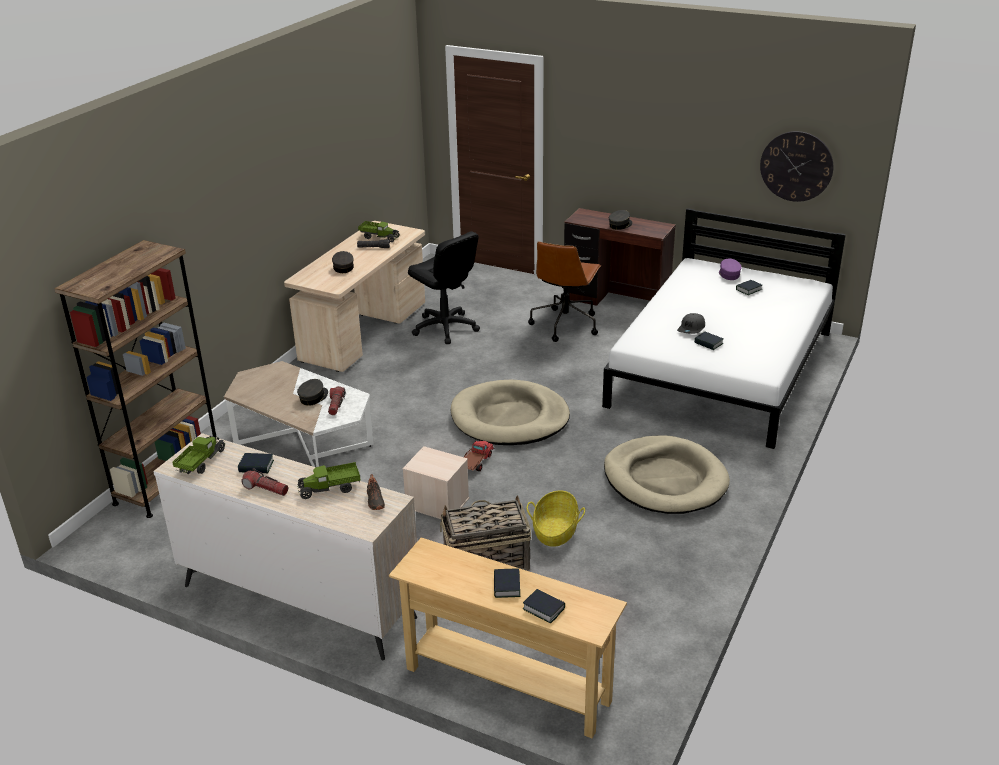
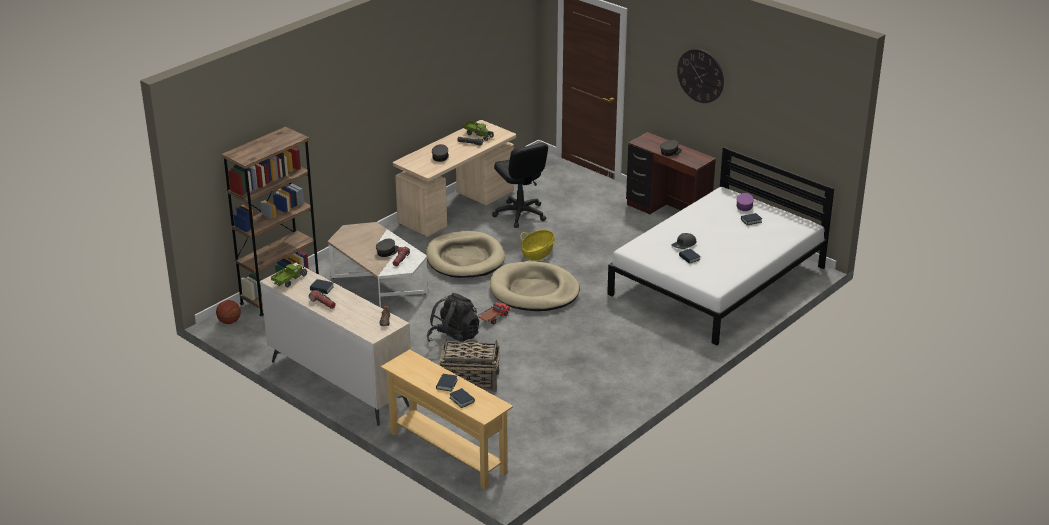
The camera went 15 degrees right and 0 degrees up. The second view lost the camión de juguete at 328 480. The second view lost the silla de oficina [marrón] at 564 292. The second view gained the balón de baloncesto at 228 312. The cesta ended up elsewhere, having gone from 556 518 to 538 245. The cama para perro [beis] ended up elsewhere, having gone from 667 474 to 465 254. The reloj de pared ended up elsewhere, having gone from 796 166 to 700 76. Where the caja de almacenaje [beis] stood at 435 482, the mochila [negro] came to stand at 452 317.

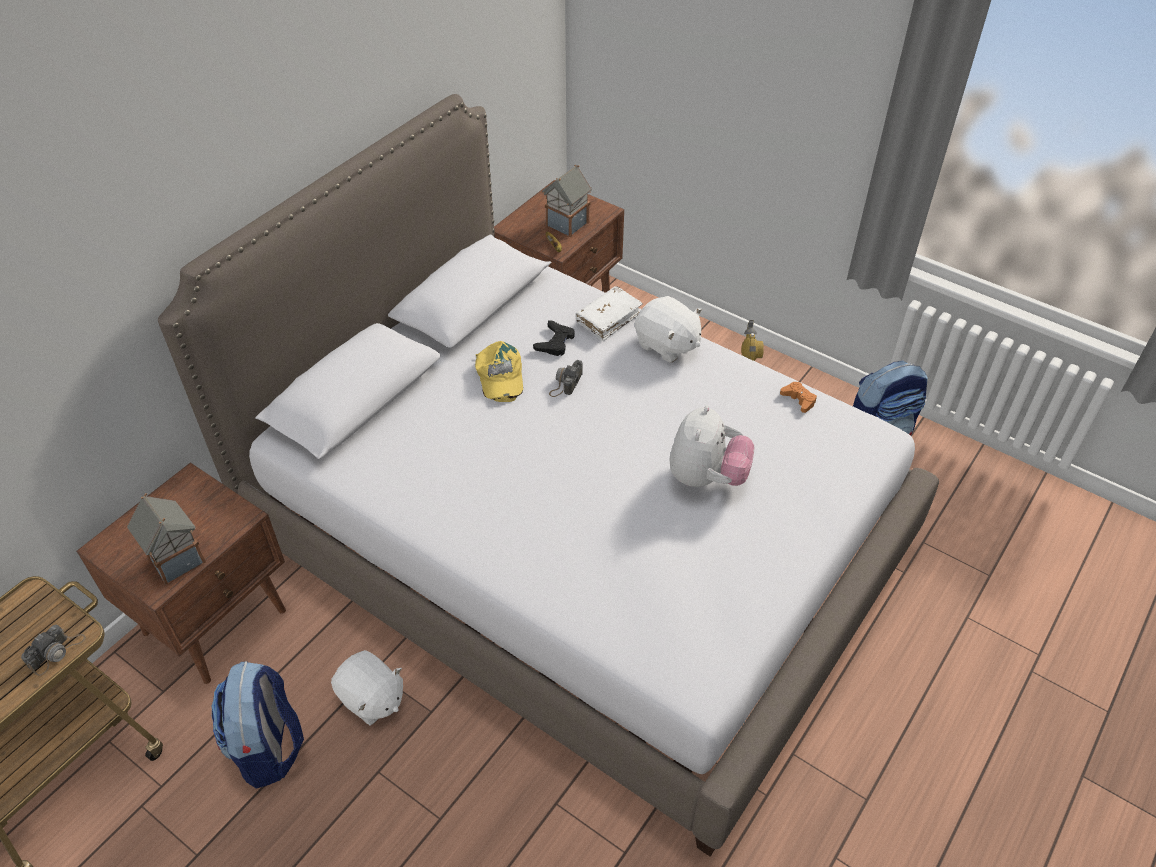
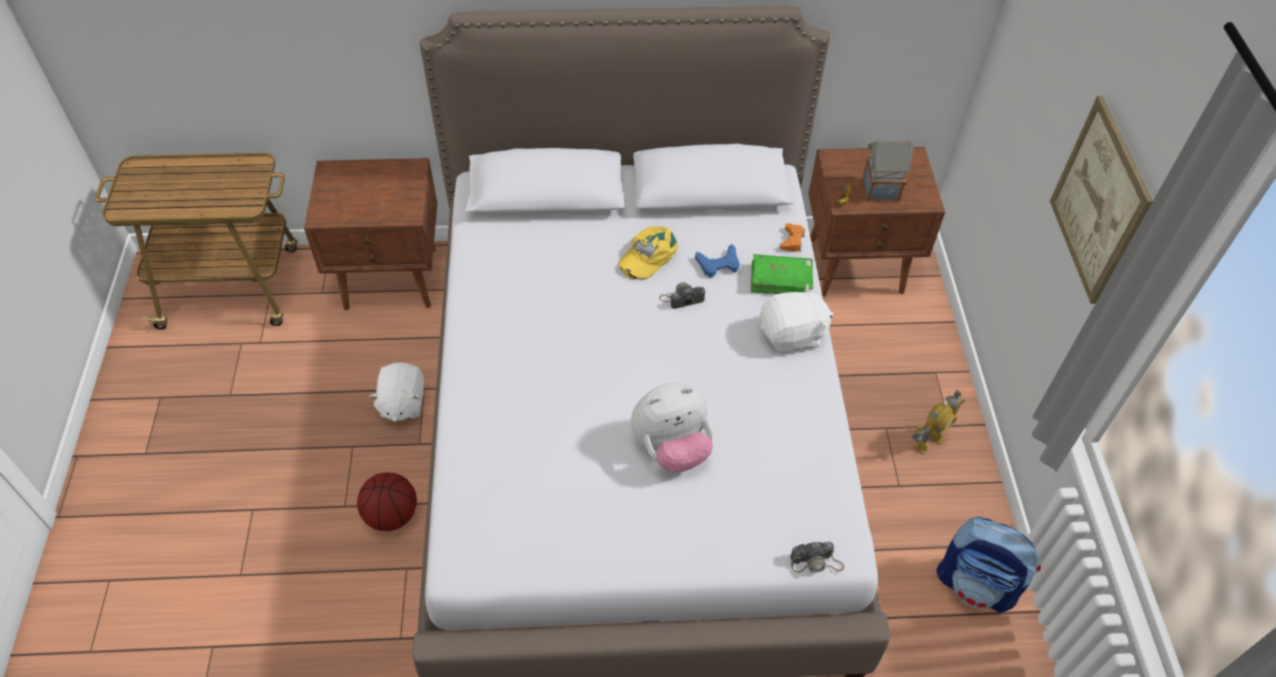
The camera went 50 degrees right and 5 degrees up. The second view lost the casita at 166 539. The second view lost the mochila at 257 724. The second view gained the balón de baloncesto at 387 501. The second view gained the cuadro at 1101 200. The cámara ended up elsewhere, having gone from 53 650 to 817 557. The mando de consola [naranja] ended up elsewhere, having gone from 798 397 to 792 237. What was the mando de consola [negro] at 554 338 turned into the mando de consola [azul] at 717 261. What was the libro [blanco] at 609 313 turned into the libro [verde] at 782 274. The peluche [blanco] at 668 329 ended up facing another way, 105 degrees counterclockwise from before.

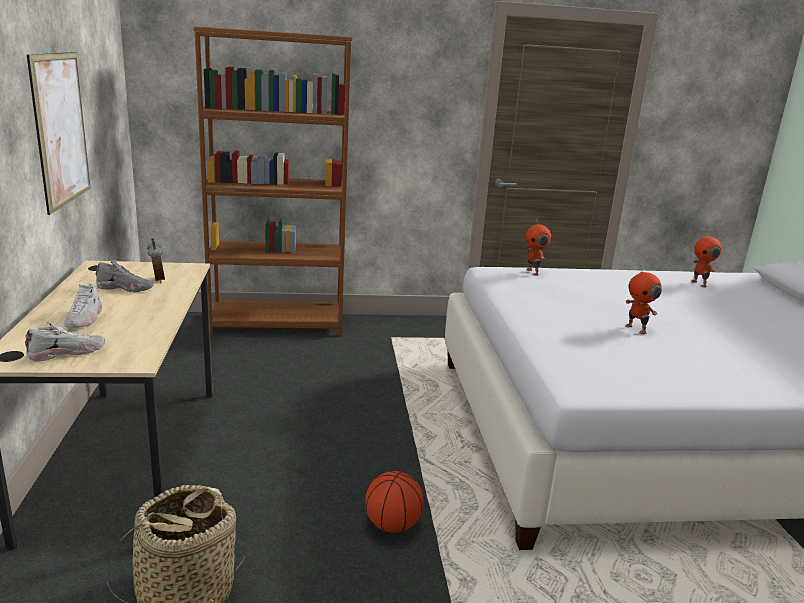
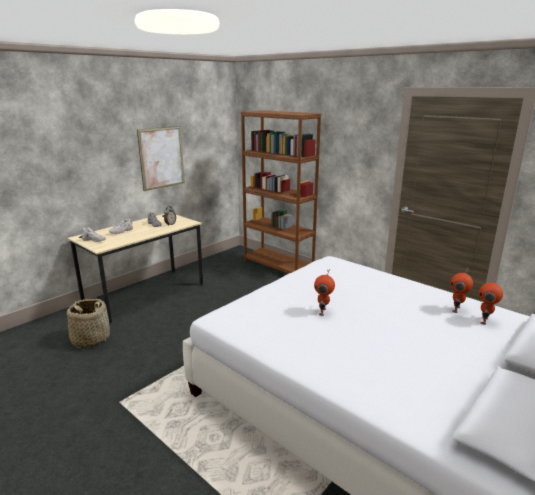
The camera went 50 degrees right and 0 degrees up. The second view lost the balón de baloncesto at 394 502. The robot de juguete ended up elsewhere, having gone from 538 247 to 491 301.

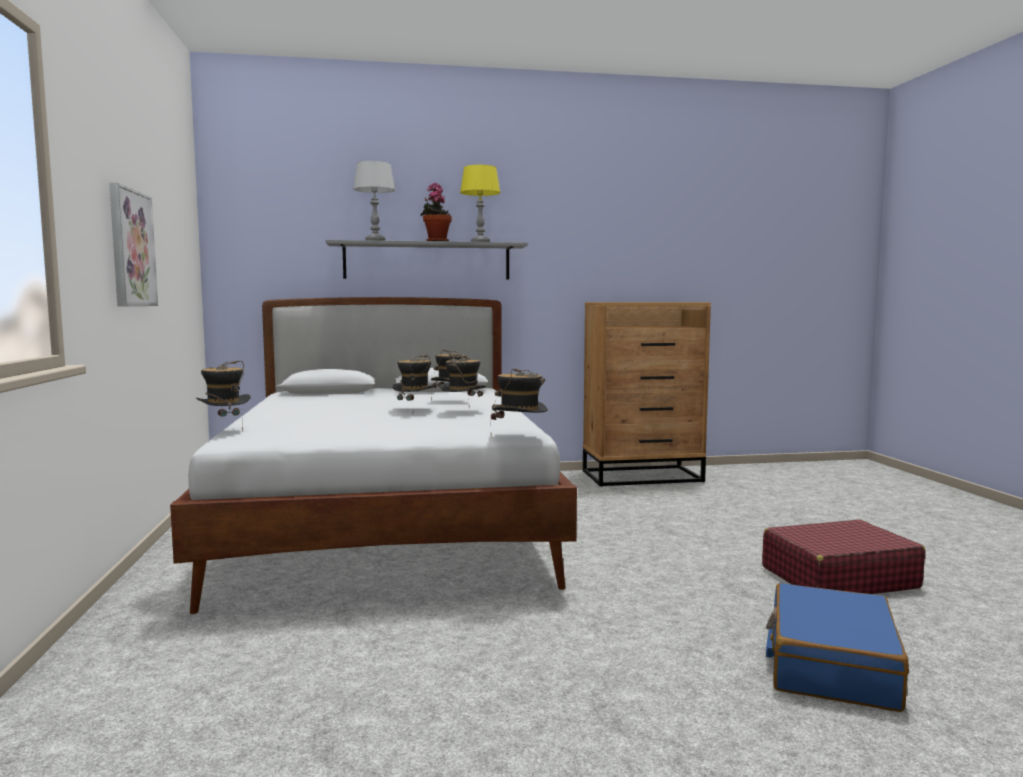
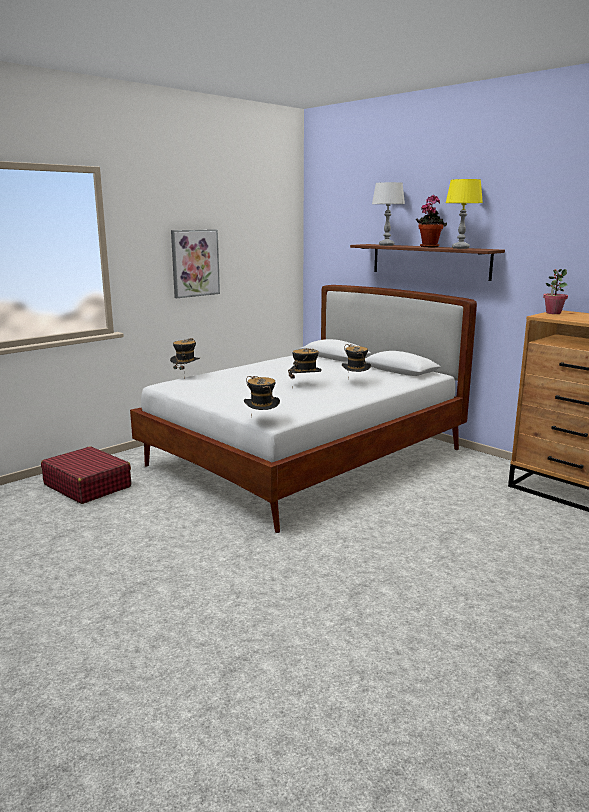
The camera went 55 degrees right and 10 degrees up. The second view lost the sombrero at 463 381. The second view lost the maleta [azul] at 837 647. The second view gained the planta en maceta at 555 291. The maleta [rojo] ended up elsewhere, having gone from 844 556 to 86 475. What was the estante [gris] at 427 259 turned into the estante [marrón] at 427 262.

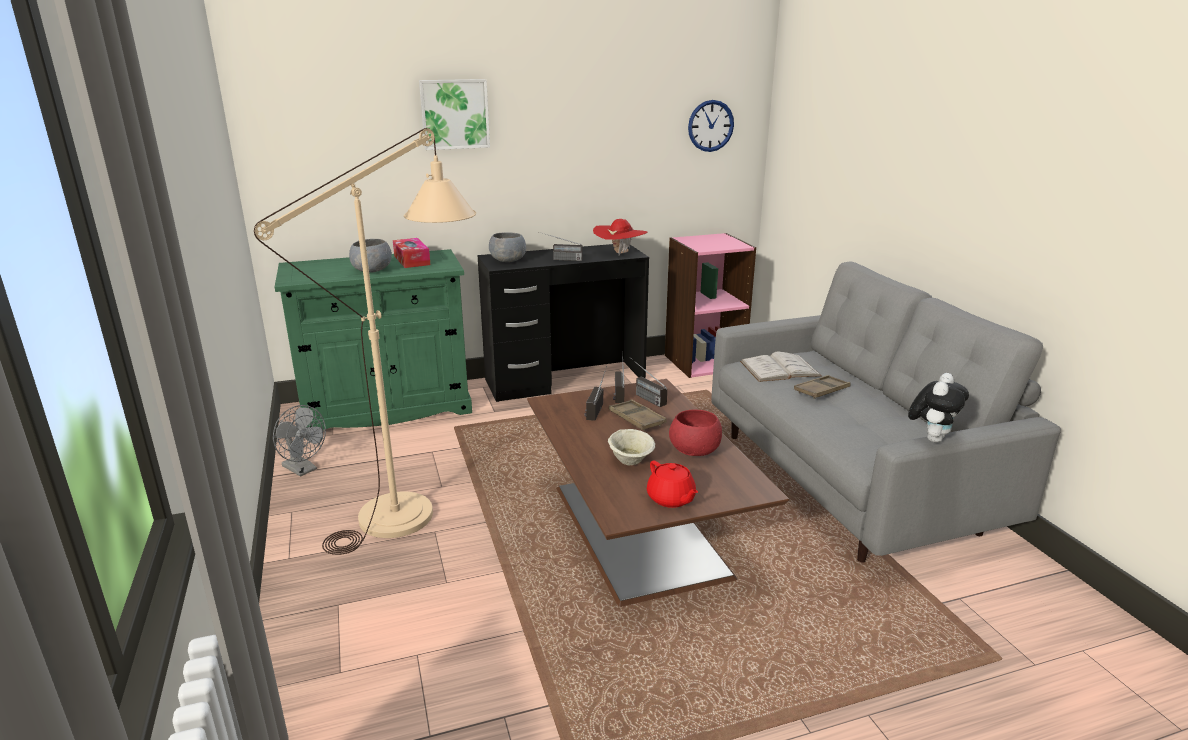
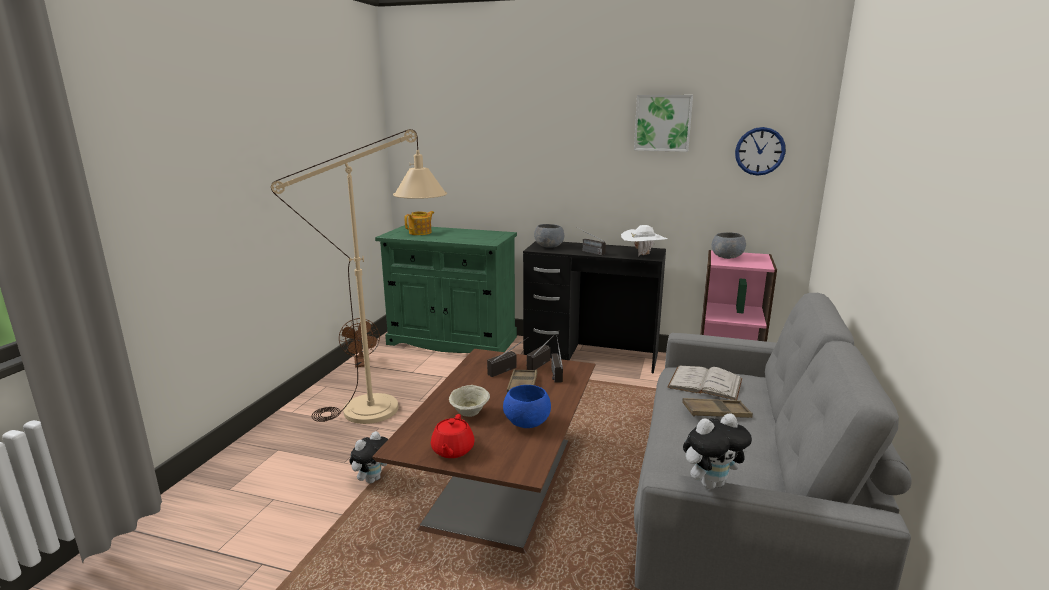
The camera went 35 degrees right and 5 degrees down. The second view lost the caja de pañuelos at 411 253. The second view gained the peluche at 368 457. The second view gained the tetera at 419 223. The cuenco [gris] ended up elsewhere, having gone from 370 256 to 729 245. The cuadro ended up elsewhere, having gone from 454 114 to 663 123. What was the ventilador [gris] at 299 441 turned into the ventilador [marrón] at 359 342. What was the sombrero [rojo] at 620 237 turned into the sombrero [blanco] at 644 241. What was the cuenco [rojo] at 695 433 turned into the cuenco [azul] at 527 406.

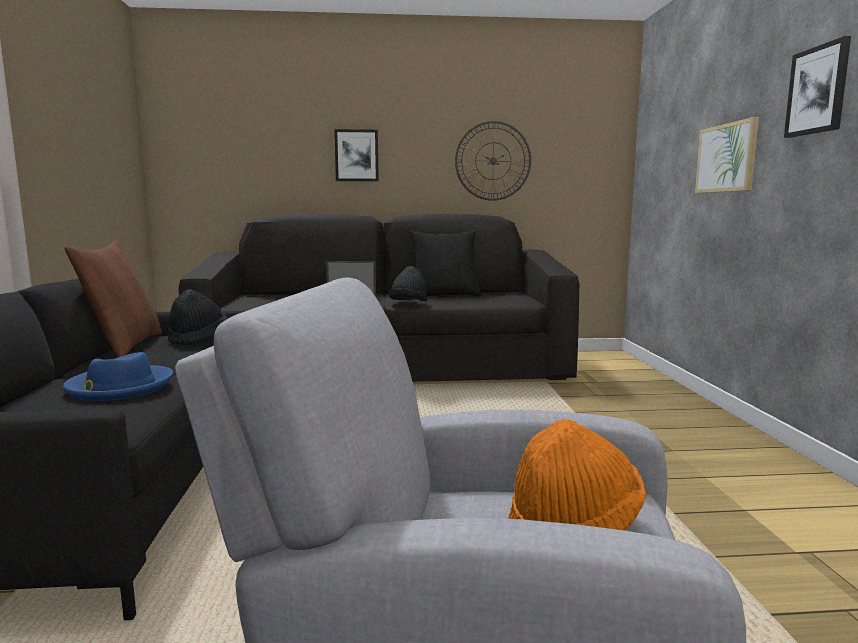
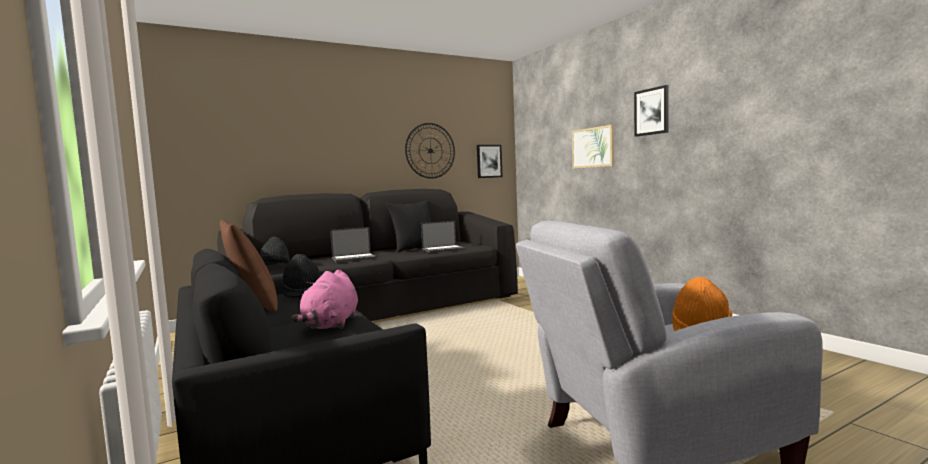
The camera went 25 degrees left and 5 degrees down. The second view gained the portátil at 443 237. The cuadro ended up elsewhere, having gone from 356 155 to 490 161. The sombrero [negro] ended up elsewhere, having gone from 407 283 to 275 250. Where the sombrero [azul] stood at 118 376, the peluche [rosa] came to stand at 324 299.

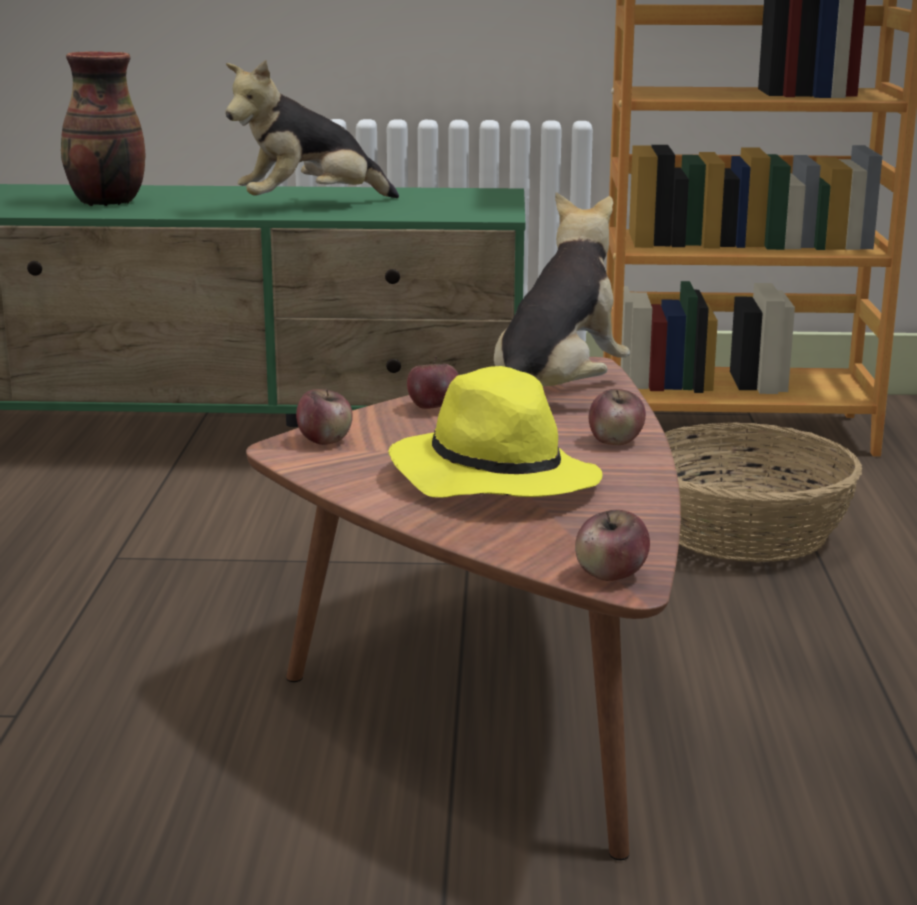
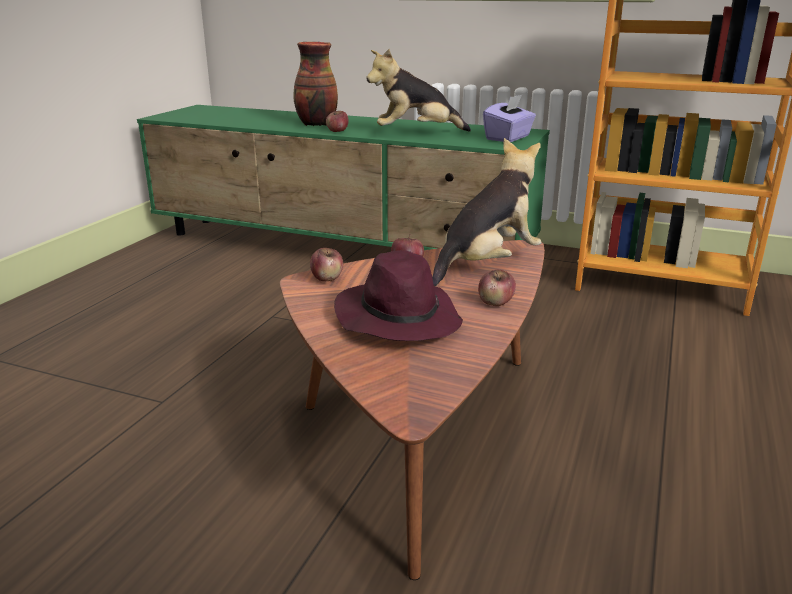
The camera went 20 degrees right and 5 degrees up. The second view lost the cesta at 763 492. The second view gained the caja de pañuelos [morado] at 509 118. The manzana ended up elsewhere, having gone from 612 545 to 337 121. What was the sombrero [amarillo] at 495 432 turned into the sombrero [morado] at 398 295.

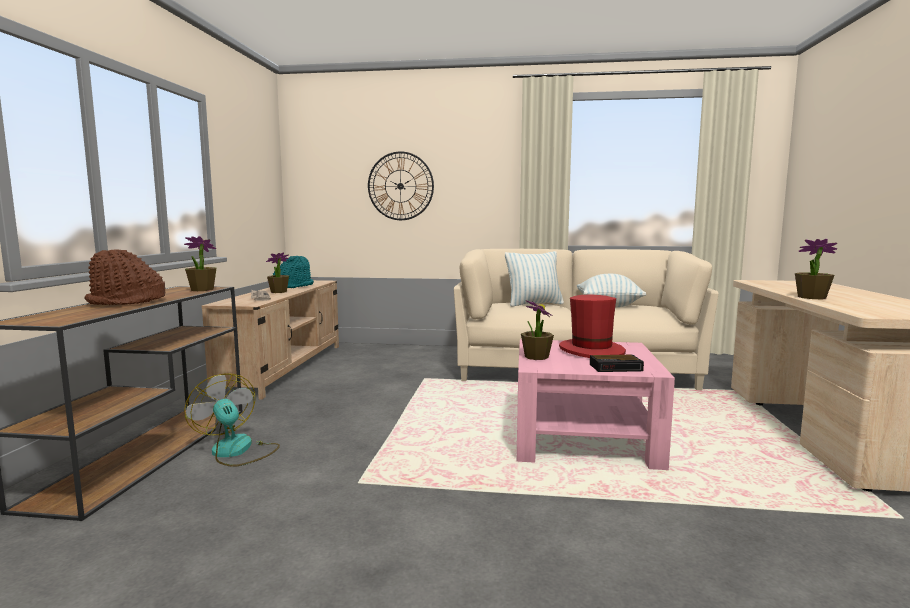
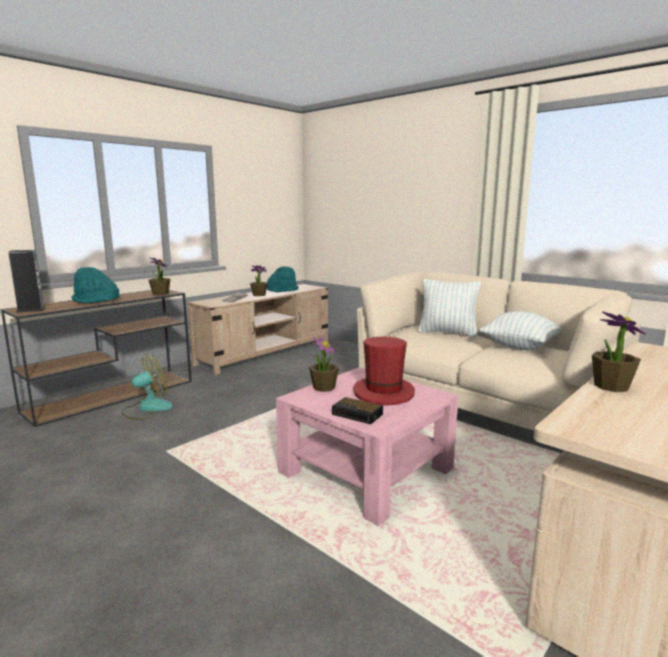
The camera went 35 degrees right and 5 degrees up. The second view lost the reloj de pared at 401 185. The second view gained the altavoz at 27 281. What was the sombrero [marrón] at 125 277 turned into the sombrero [turquesa] at 95 285. The ventilador at 232 420 ended up facing another way, 60 degrees clockwise from before.

